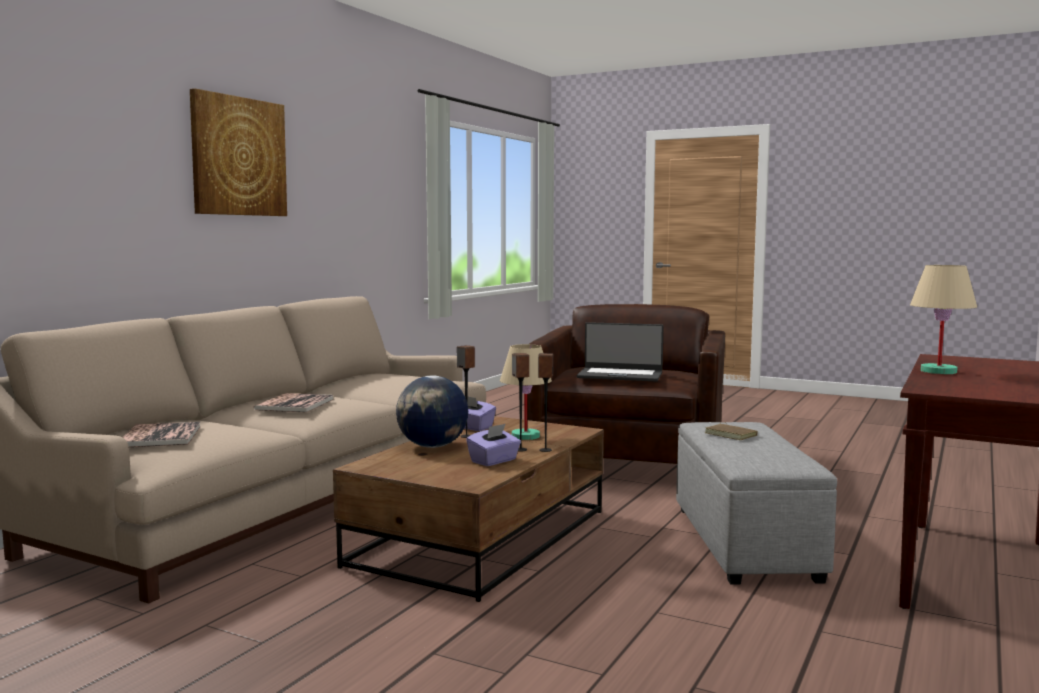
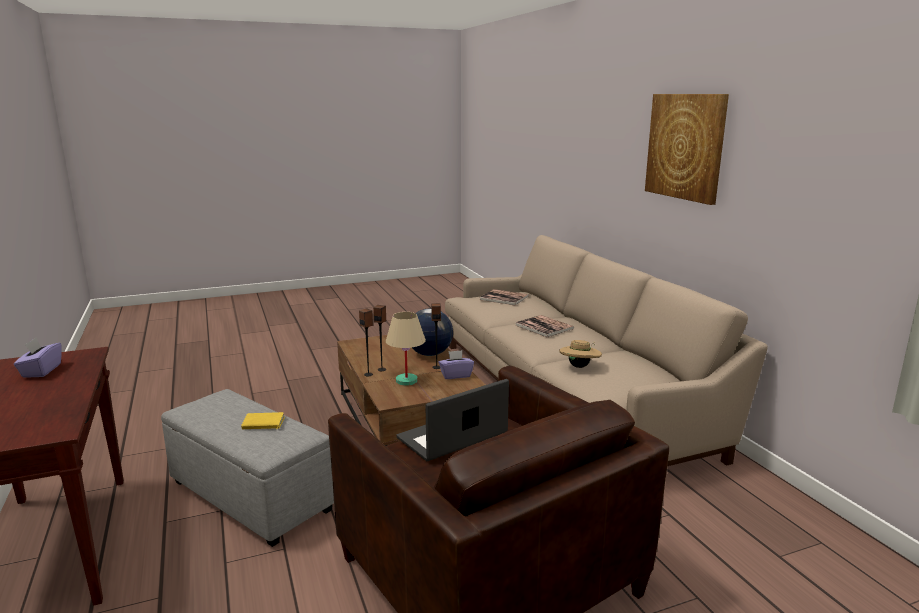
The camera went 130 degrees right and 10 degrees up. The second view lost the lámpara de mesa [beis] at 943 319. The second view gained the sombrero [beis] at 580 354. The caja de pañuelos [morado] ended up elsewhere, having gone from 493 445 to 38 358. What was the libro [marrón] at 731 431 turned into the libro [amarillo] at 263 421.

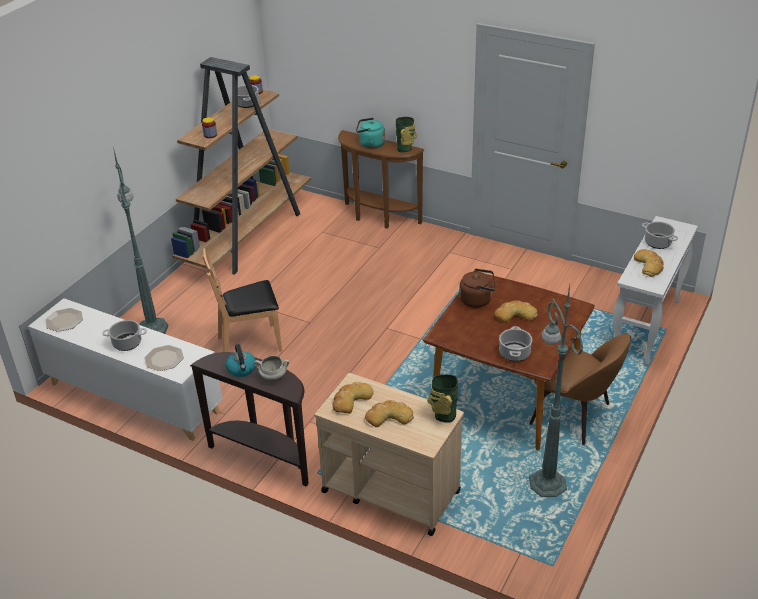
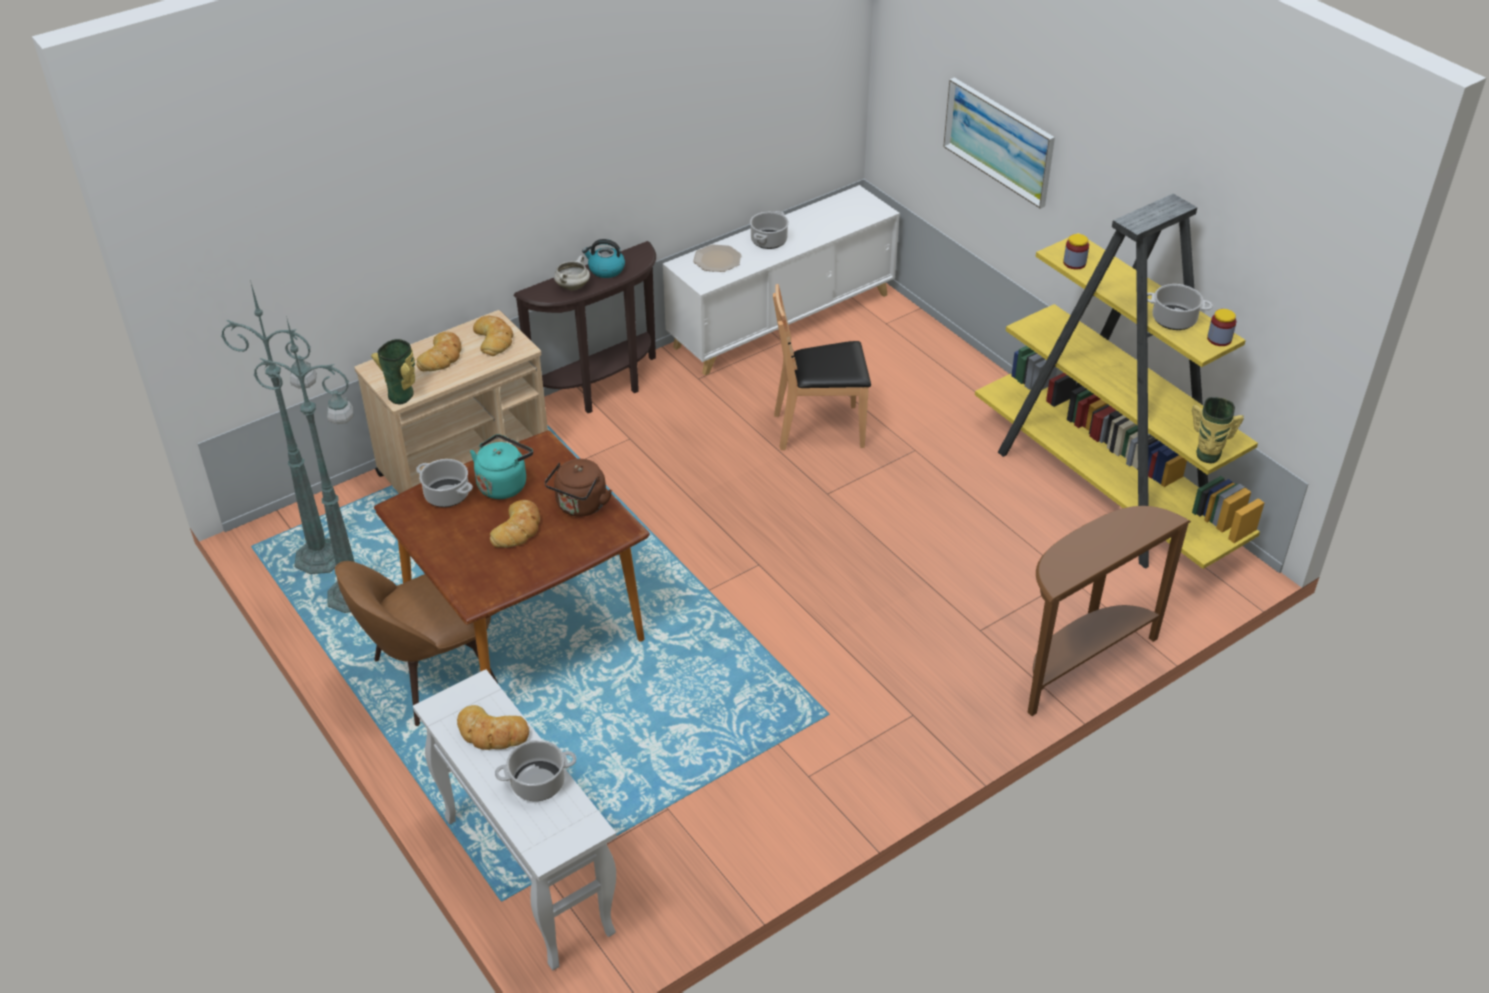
The camera went 115 degrees right and 5 degrees up. The second view lost the plato at 64 320. The second view gained the cuadro at 999 143. The lámpara de pie [verde] ended up elsewhere, having gone from 140 240 to 278 427. The hervidor [turquesa] ended up elsewhere, having gone from 370 133 to 501 466. The florero ended up elsewhere, having gone from 406 134 to 1218 430. What was the estantería [marrón] at 241 166 turned into the estantería [amarillo] at 1119 381. The silla [marrón] at 242 300 ended up facing another way, 105 degrees counterclockwise from before.

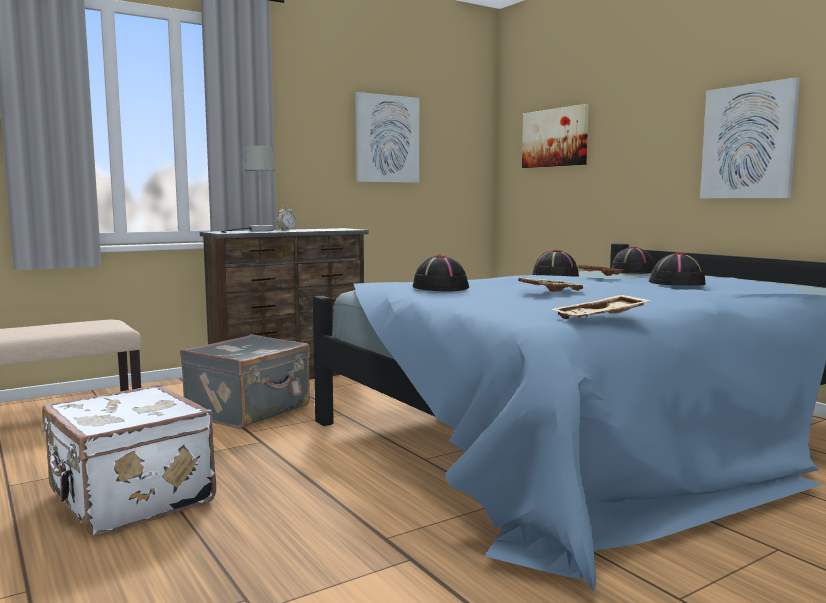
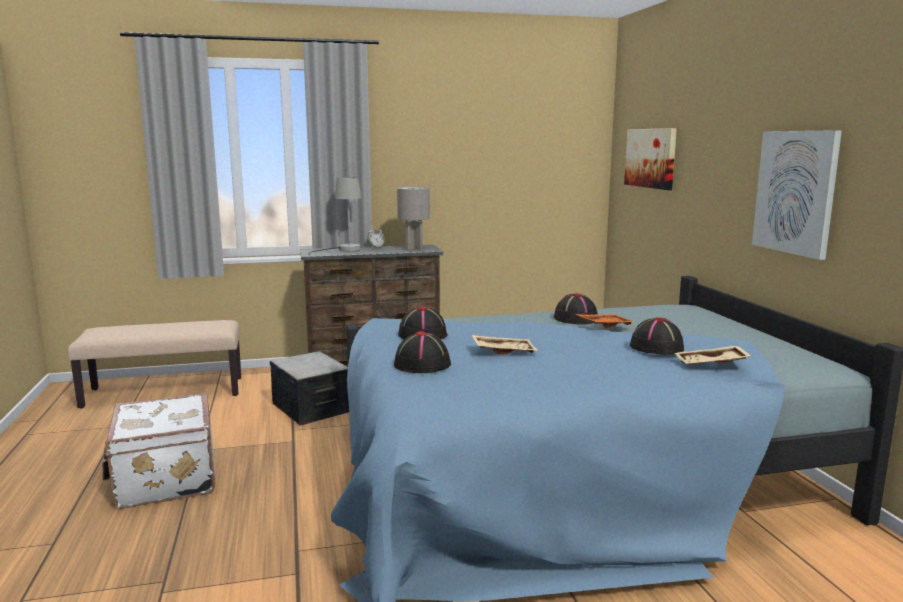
The camera went 20 degrees right and 5 degrees up. The second view lost the cuadro at 387 137. The second view gained the lámpara de mesa [gris] at 413 218. The bandeja [beis] ended up elsewhere, having gone from 601 307 to 713 355. The sombrero [negro] ended up elsewhere, having gone from 633 260 to 422 352. Where the maleta [gris] stood at 245 381, the caja de almacenaje came to stand at 309 388.

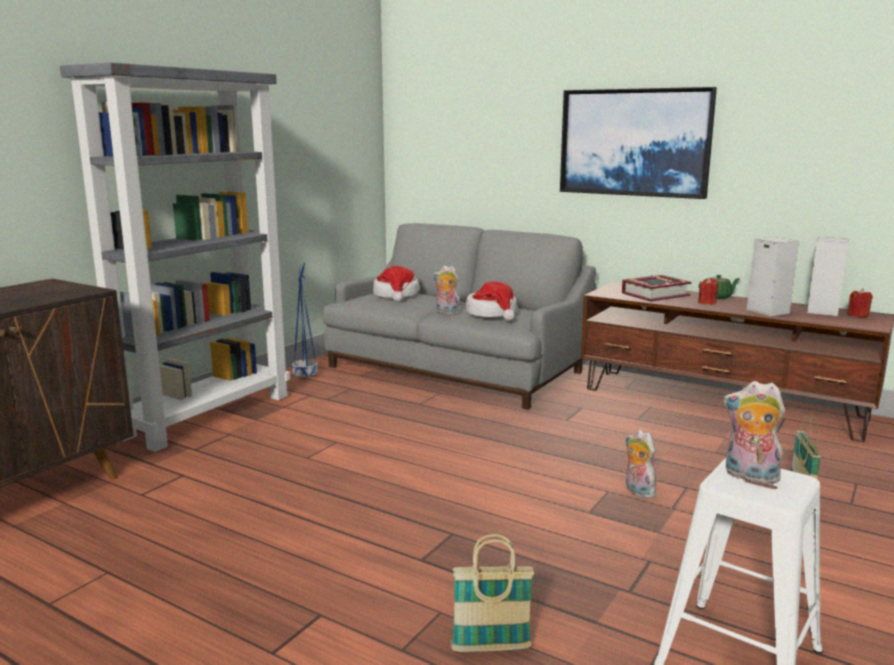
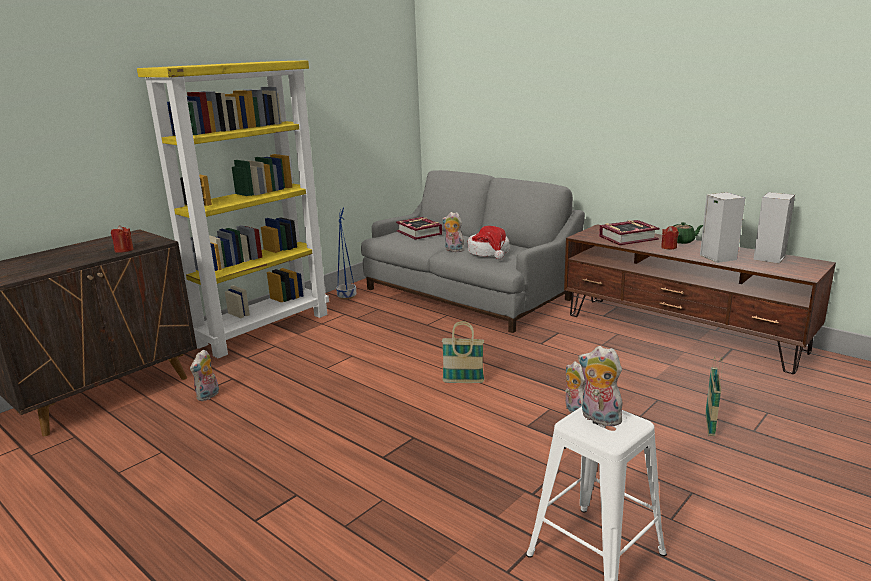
The camera went 10 degrees right and 5 degrees up. The second view lost the cuadro at 638 143. The second view gained the peluche at 204 375. The cesta ended up elsewhere, having gone from 492 593 to 463 352. The vela [rojo] ended up elsewhere, having gone from 860 303 to 122 238. Where the sombrero stood at 396 284, the libro came to stand at 419 228. What was the estantería [gris] at 175 257 turned into the estantería [amarillo] at 233 209.

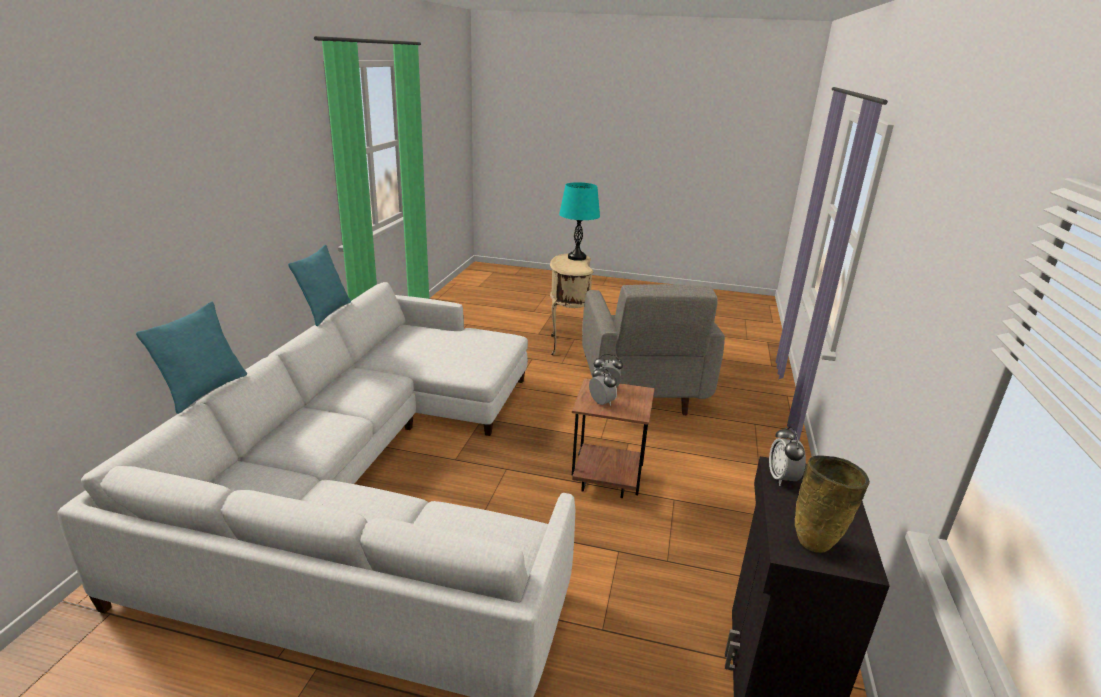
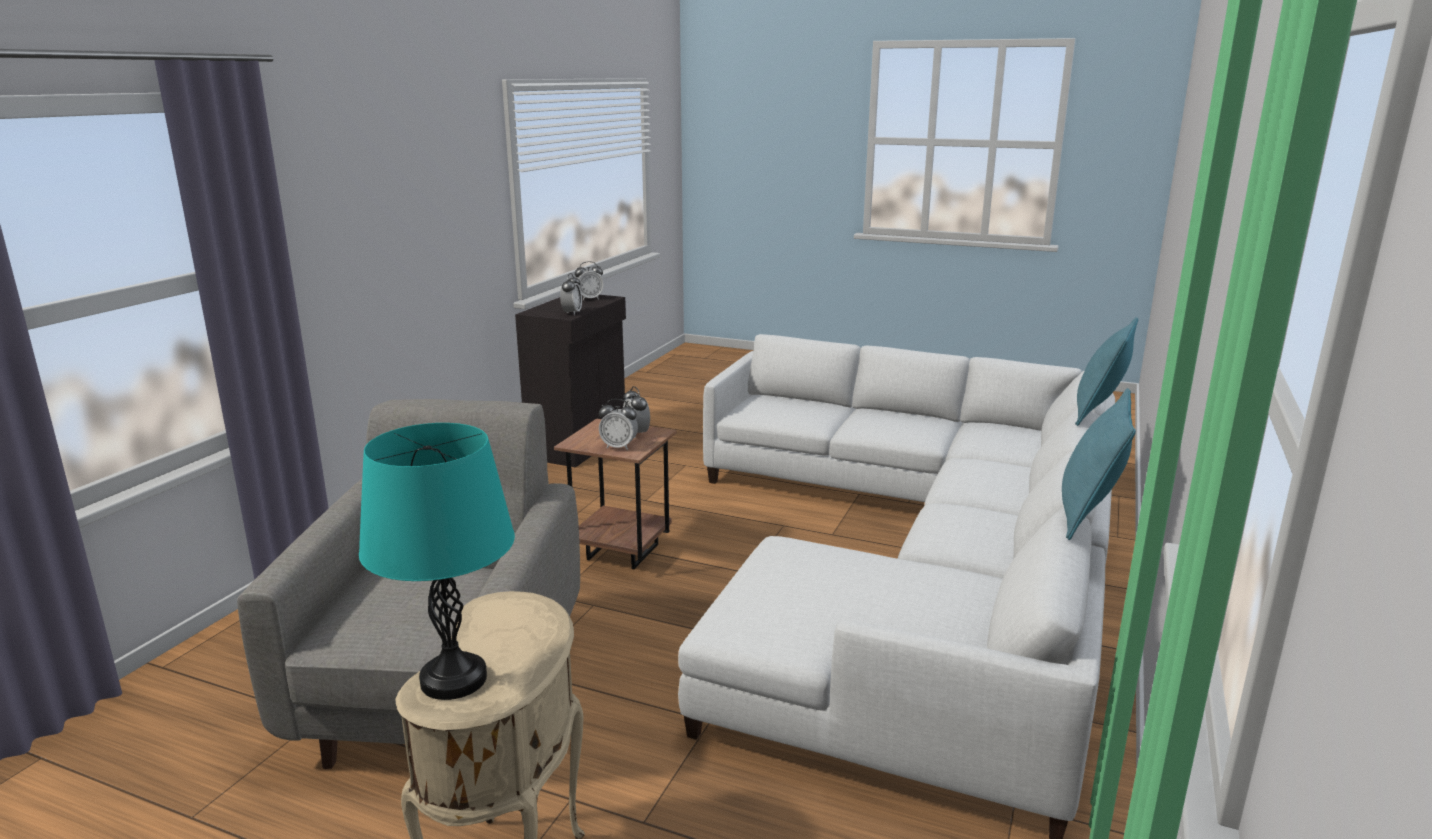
The camera went 170 degrees left and 5 degrees down. Where the florero [beis] stood at 832 504, the despertador came to stand at 589 280.

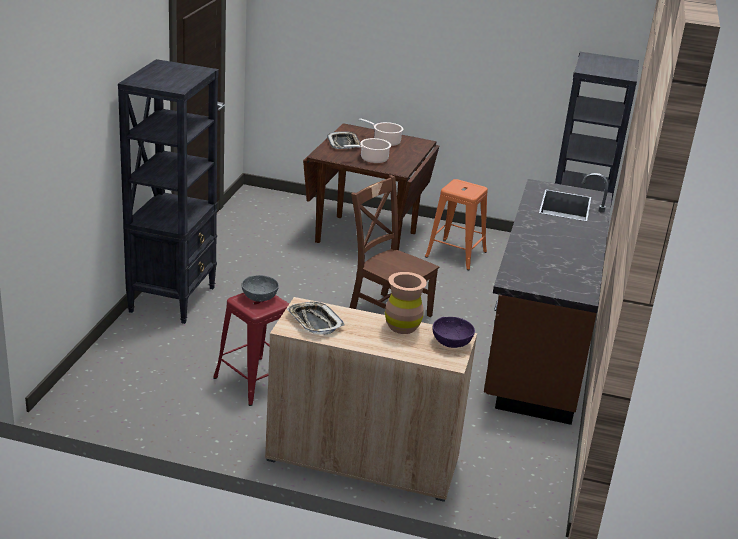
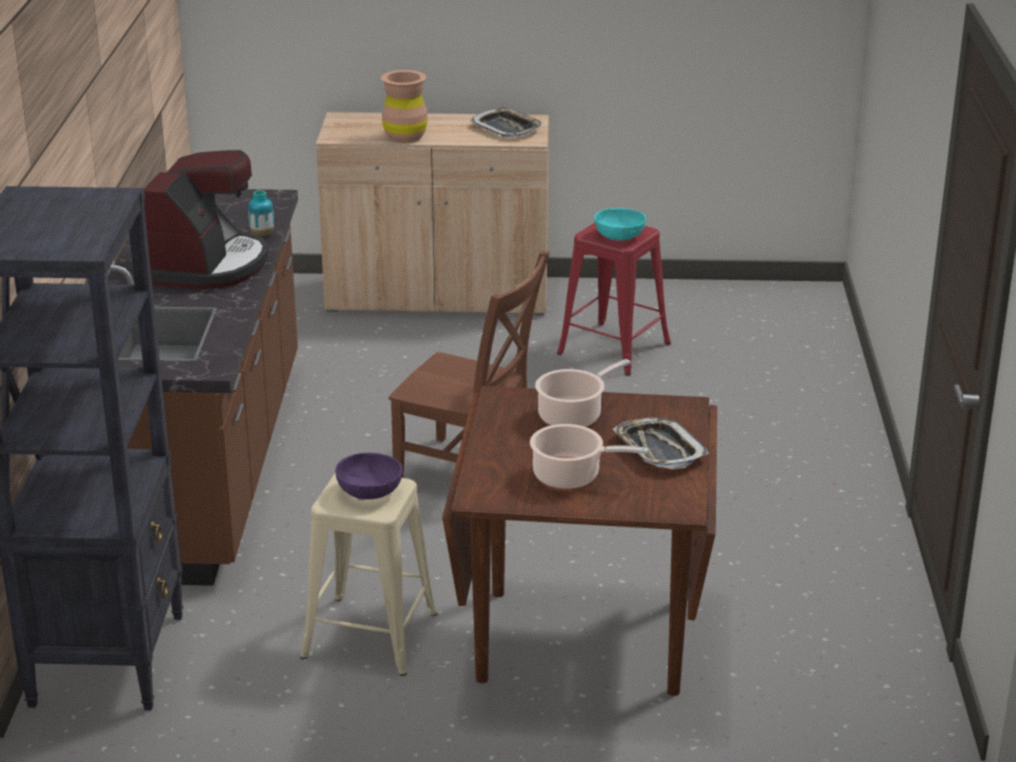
The camera went 170 degrees right and 0 degrees up. The second view lost the estantería [negro] at 168 191. The second view gained the cafetera at 206 219. The second view gained the florero at 261 213. The cuenco [morado] ended up elsewhere, having gone from 453 332 to 368 476. What was the cuenco [gris] at 260 288 turned into the cuenco [turquesa] at 620 224. What was the taburete [naranja] at 456 224 turned into the taburete [beis] at 369 574.

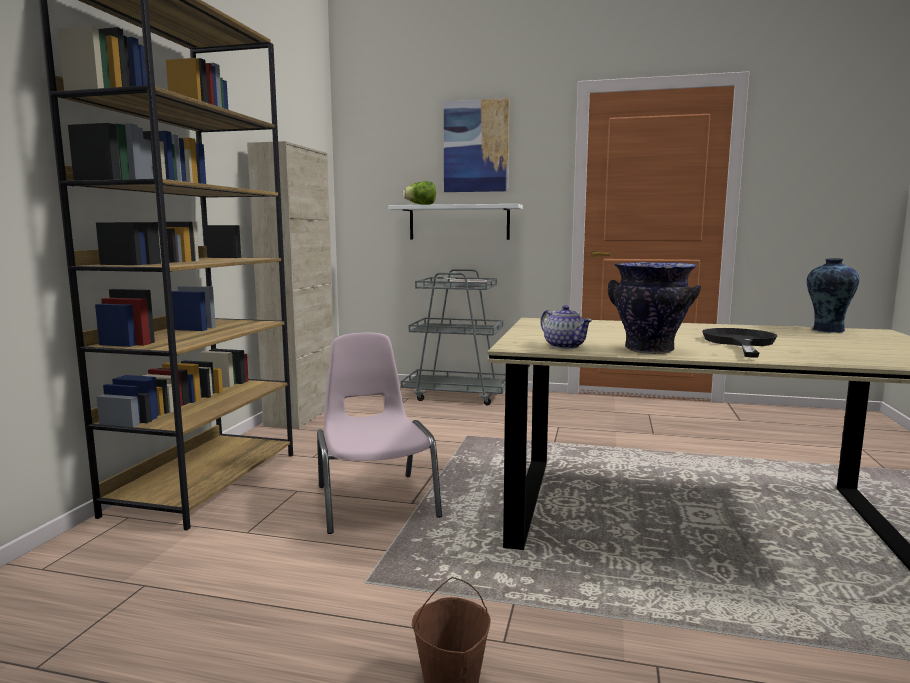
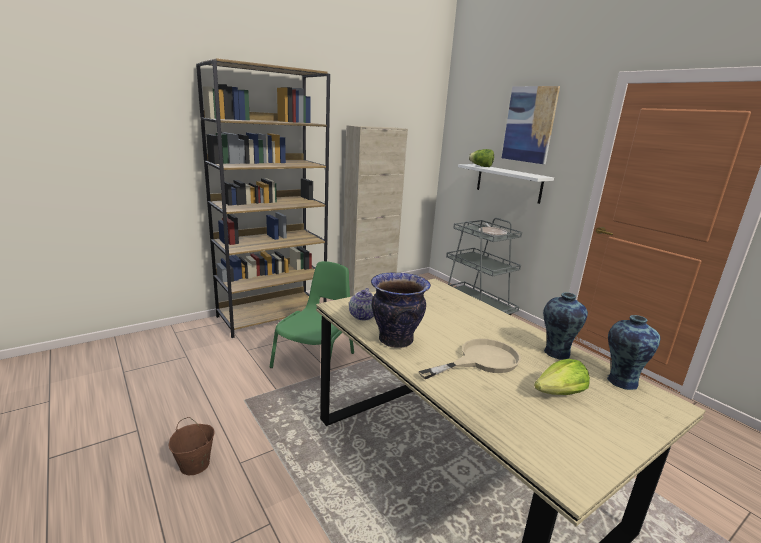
The camera went 40 degrees right and 10 degrees up. The second view gained the lechuga at 562 377. The second view gained the florero at 565 326. What was the silla [rosa] at 379 433 turned into the silla [verde] at 312 314. What was the sartén [negro] at 739 343 turned into the sartén [beis] at 470 359.

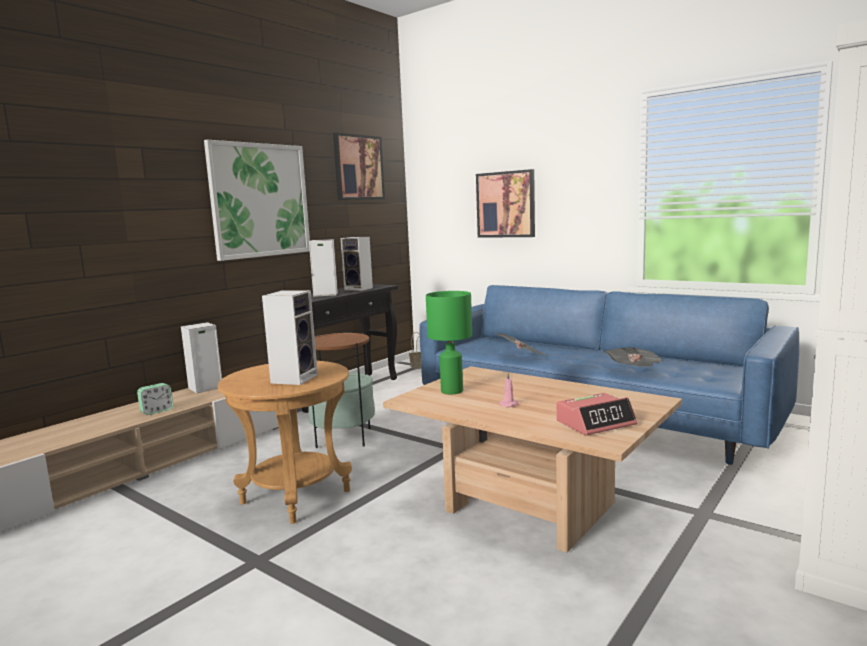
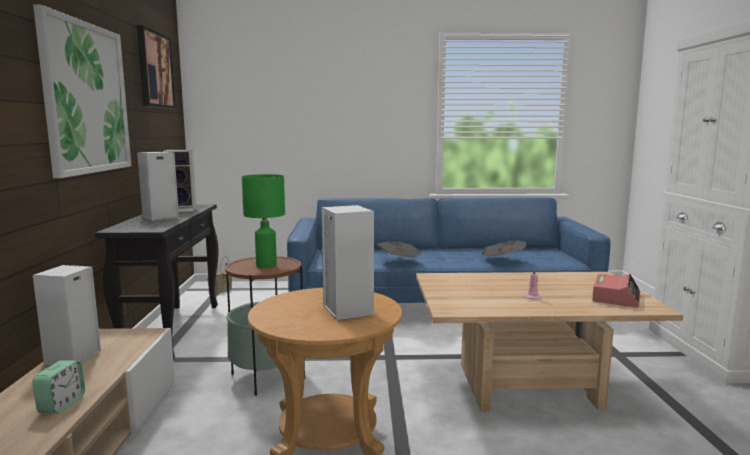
The camera went 40 degrees left and 0 degrees up. The second view lost the cuadro at 505 203. The lámpara de mesa [verde] ended up elsewhere, having gone from 449 342 to 263 221.

